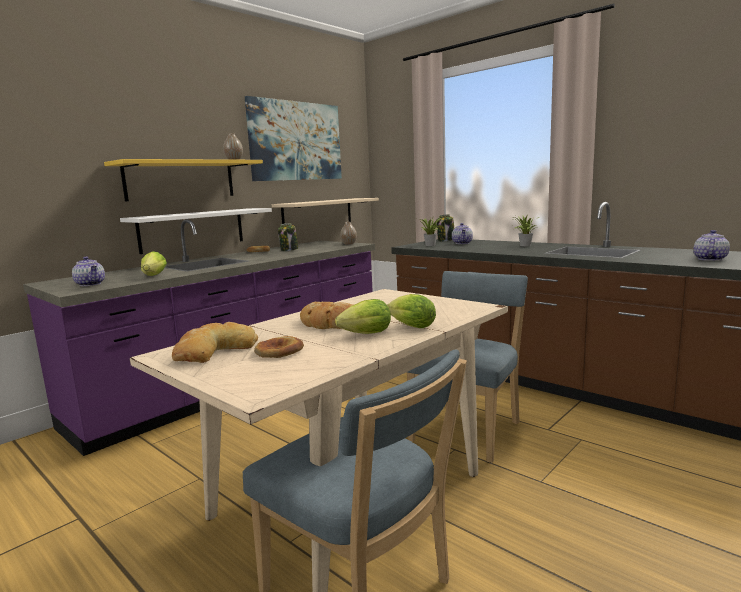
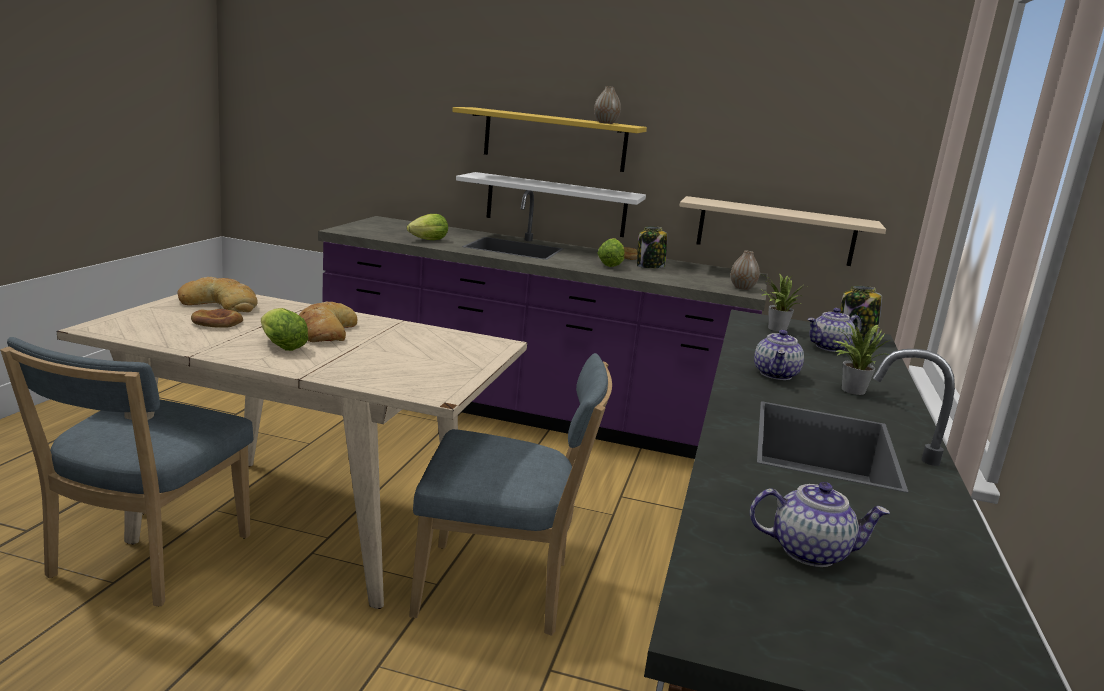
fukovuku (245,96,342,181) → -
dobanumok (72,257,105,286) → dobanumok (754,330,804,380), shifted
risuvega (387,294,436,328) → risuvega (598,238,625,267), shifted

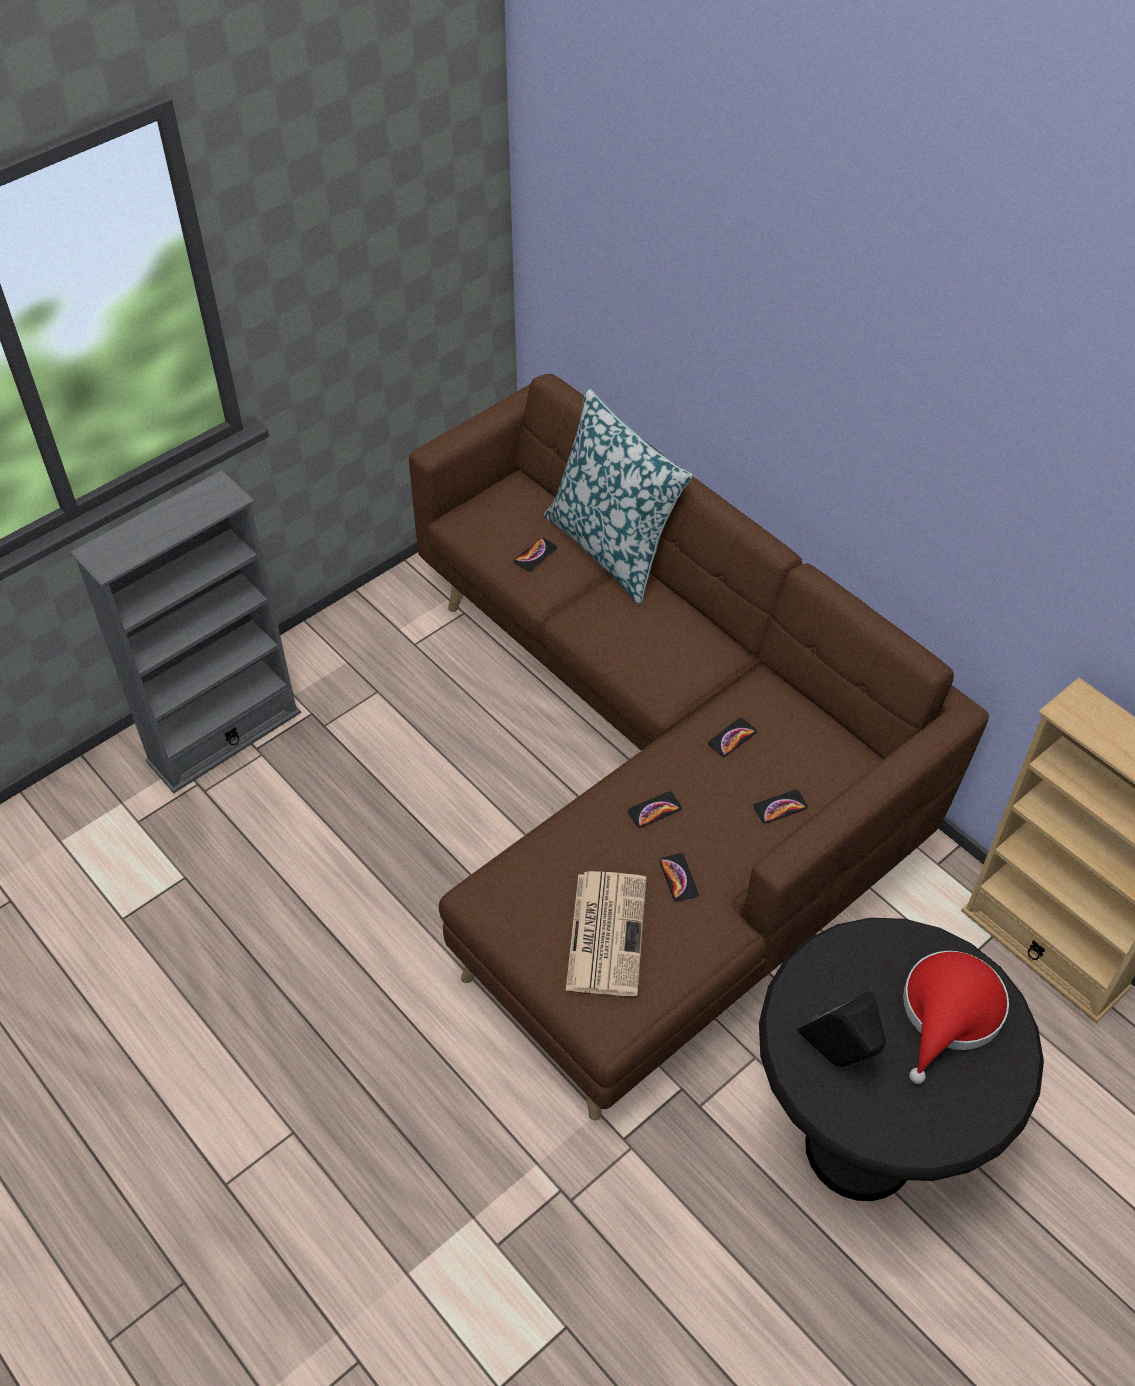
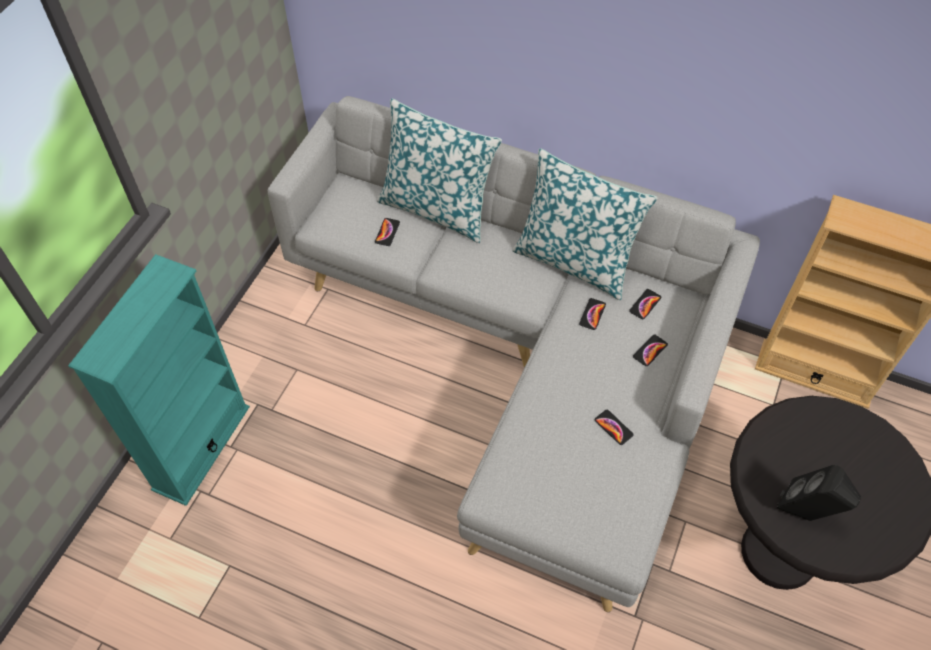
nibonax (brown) (409,374,989,1120) → nibonax (grey) (268,96,760,612)
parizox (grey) (70,470,301,793) → parizox (turquoise) (68,254,250,506)
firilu (628,791,682,828) → firilu (629,289,661,319), shifted
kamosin (566,871,647,996) → -
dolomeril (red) (903,951,1009,1084) → -
- → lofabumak (512,148,658,300)

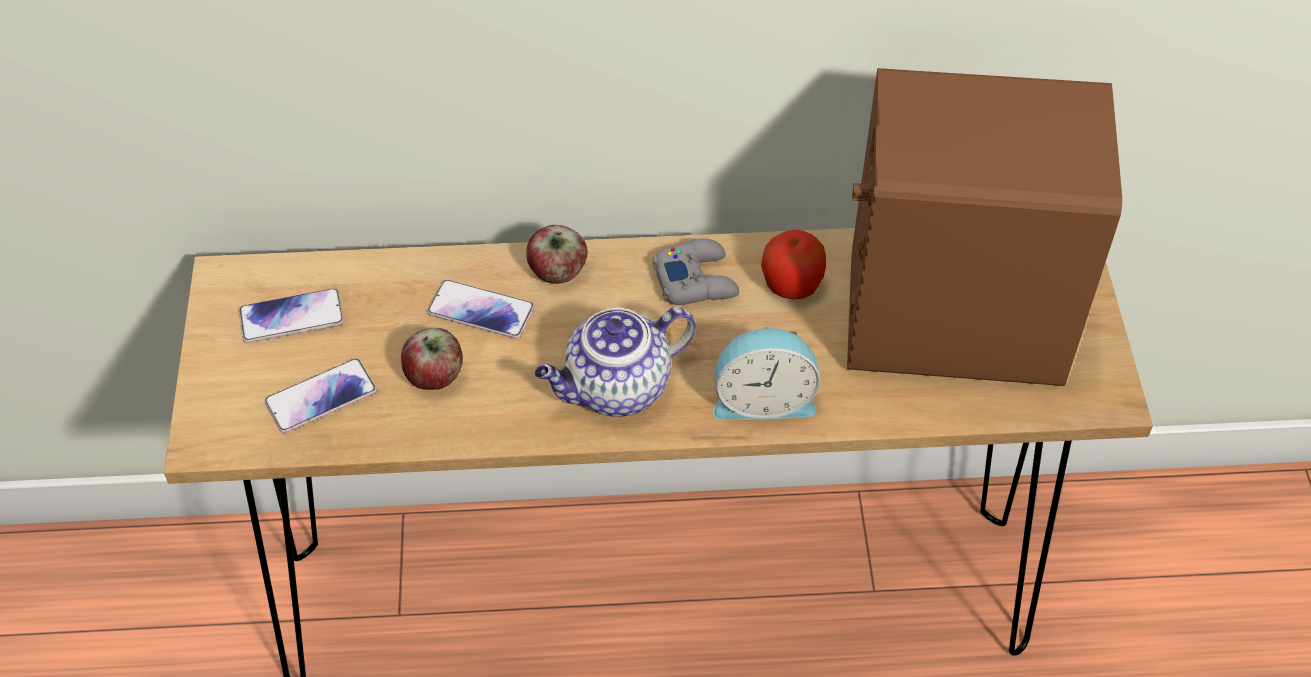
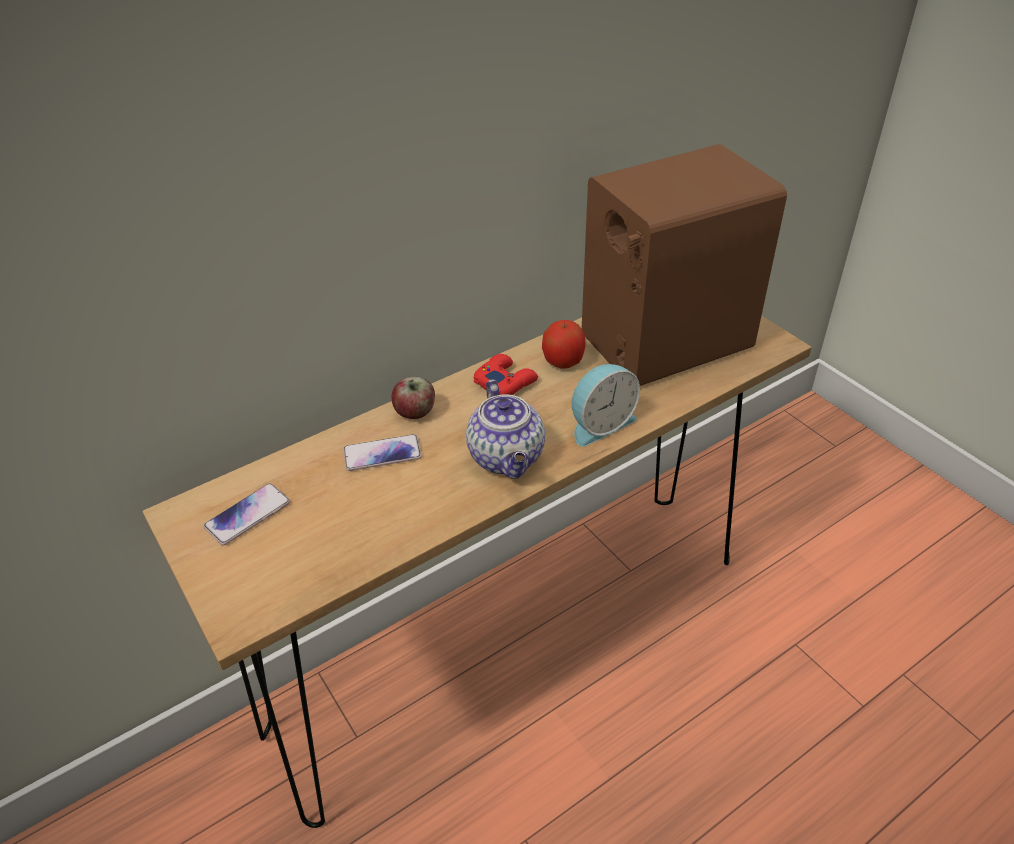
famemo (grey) (653,238,739,305) → famemo (red) (474,354,538,395)
dobanumok (535,307,696,417) → dobanumok (466,379,545,479), 45 degrees counterclockwise
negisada (401,328,463,390) → -
firilu (265,358,377,433) → -

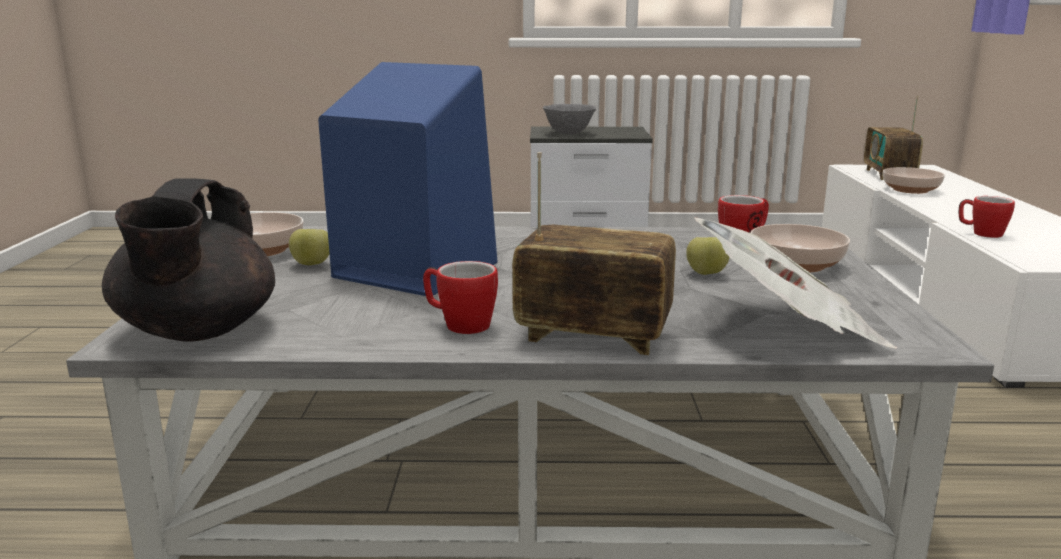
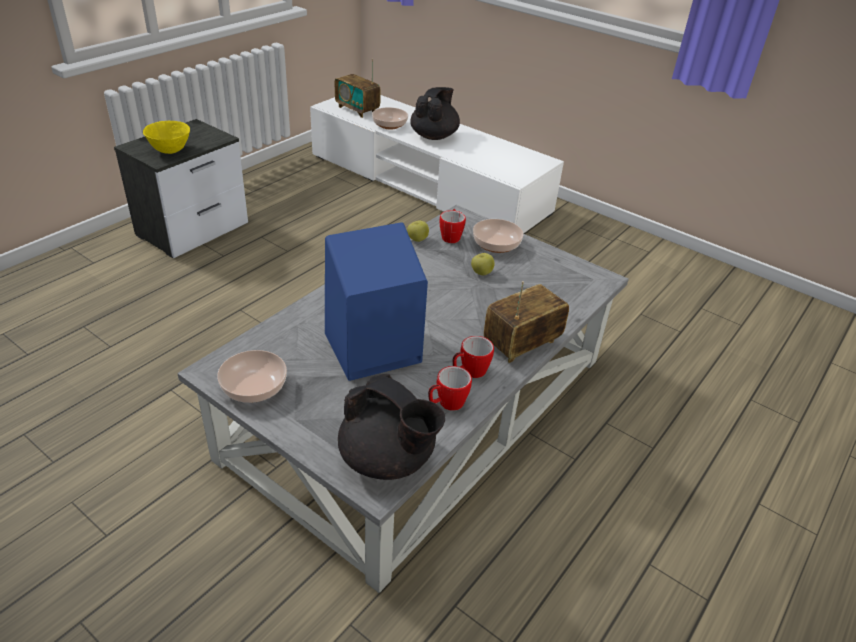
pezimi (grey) (543,104,596,134) → pezimi (yellow) (143,121,190,154)
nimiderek (959,196,1015,238) → nimiderek (428,366,472,411), shifted
kamosin (694,217,898,348) → -
negisada (289,229,329,265) → negisada (407,220,429,242), shifted
- → dobanumok (black) (410,87,460,140)

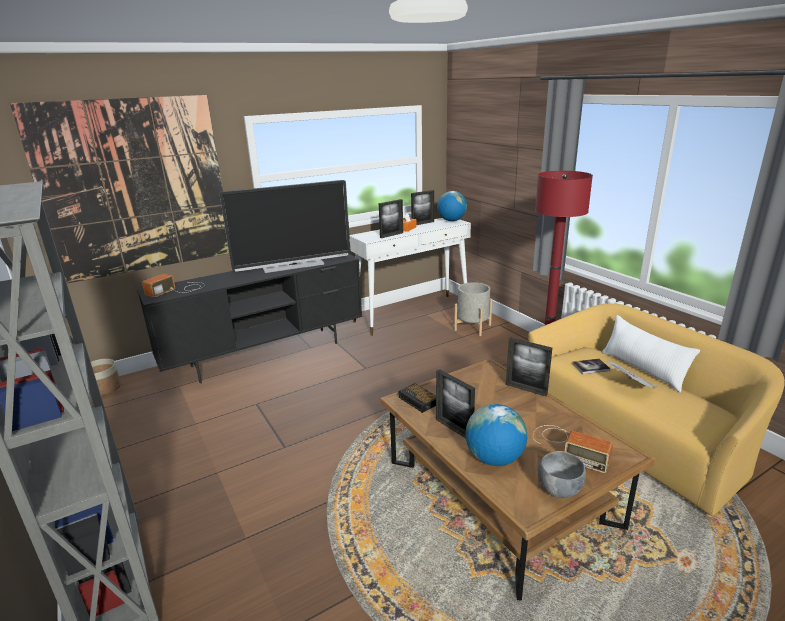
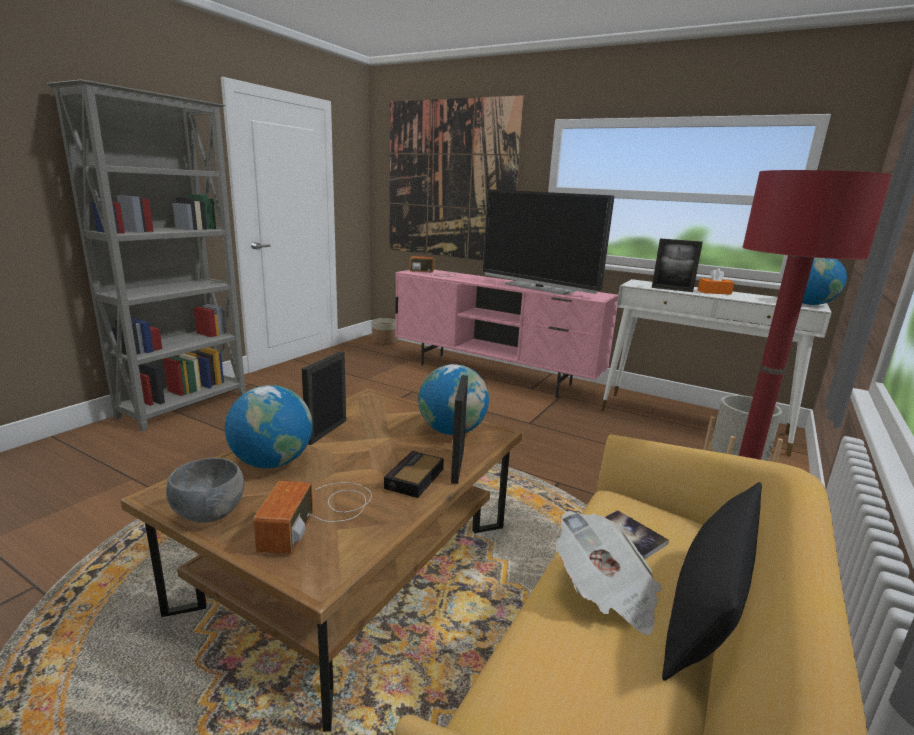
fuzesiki (411,190,434,225) → -
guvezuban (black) (137,253,362,384) → guvezuban (pink) (395,270,618,398)
lofabumak (white) (602,315,700,393) → lofabumak (black) (662,482,762,681)
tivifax (399,383,436,413) → tivifax (384,451,444,498), shifted
- → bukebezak (418,364,489,435)

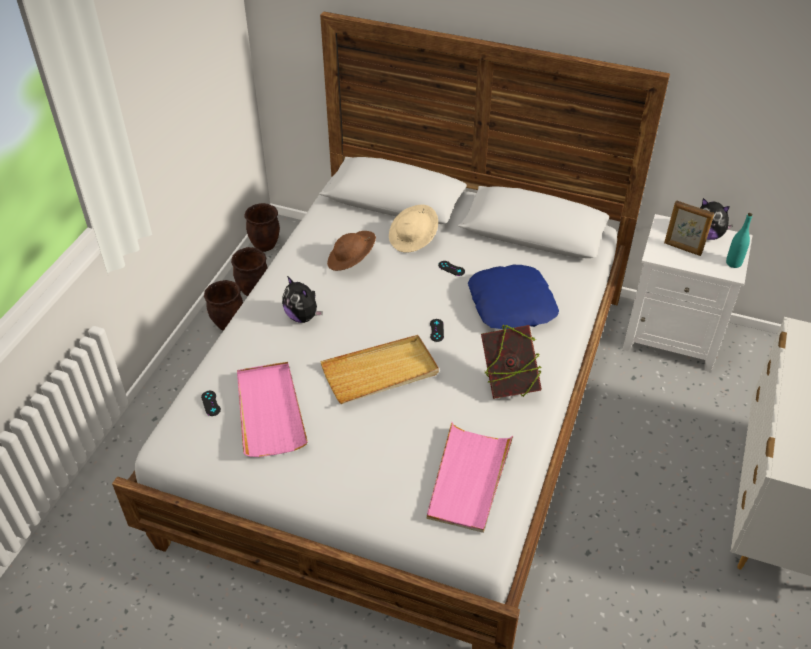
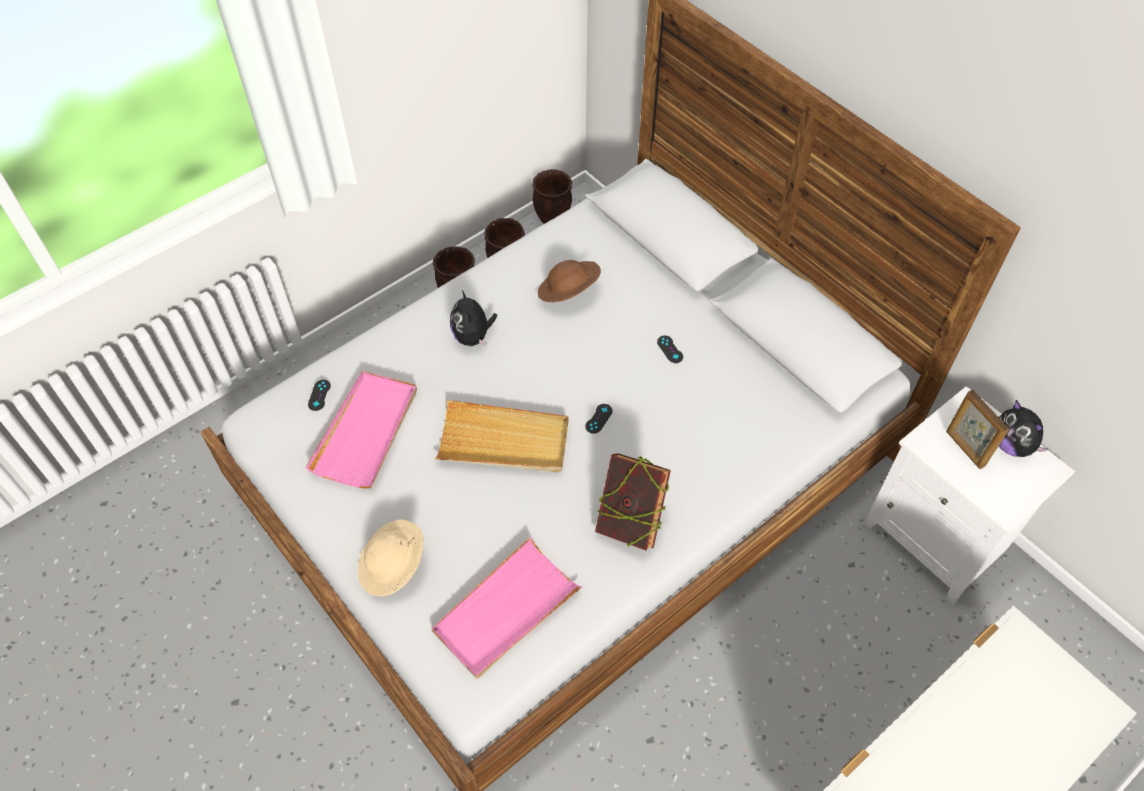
dolomeril (beige) (389,205,438,253) → dolomeril (beige) (358,520,424,596), shifted
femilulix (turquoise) (726,213,752,268) → -
lofabumak (blue) (468,265,559,329) → -

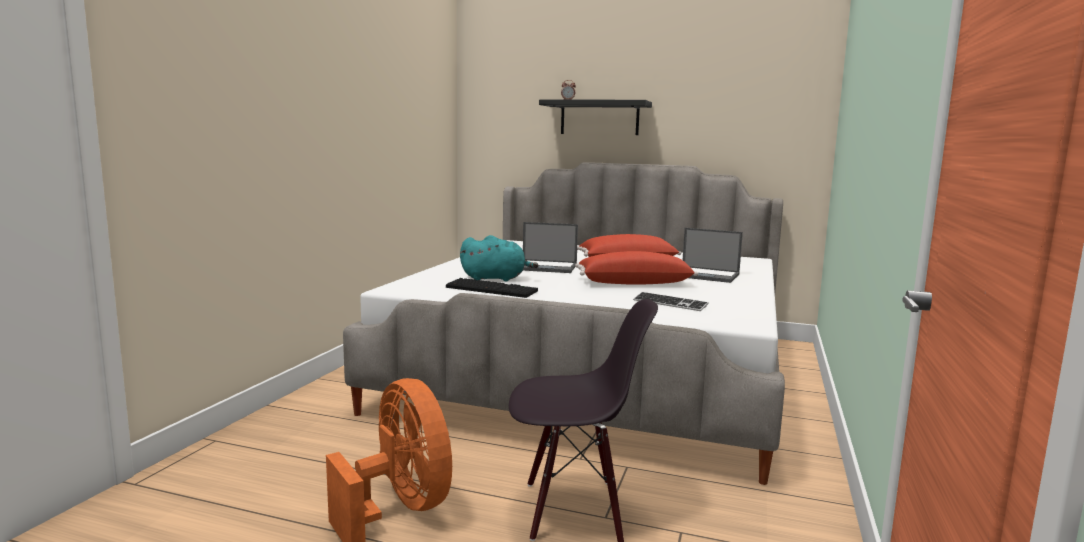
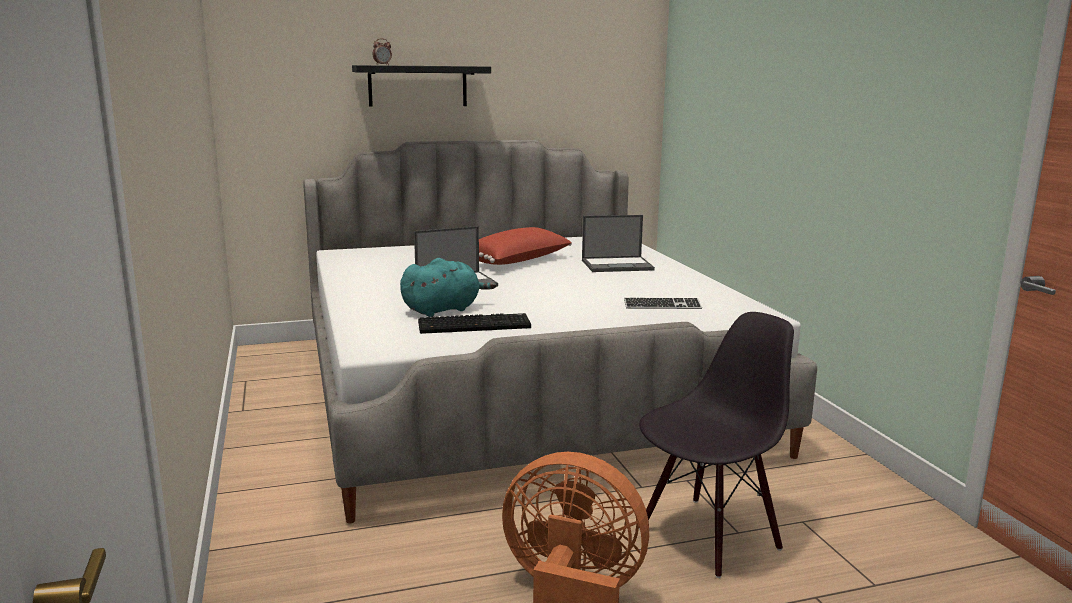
lofabumak (red) (575,251,698,285) → -

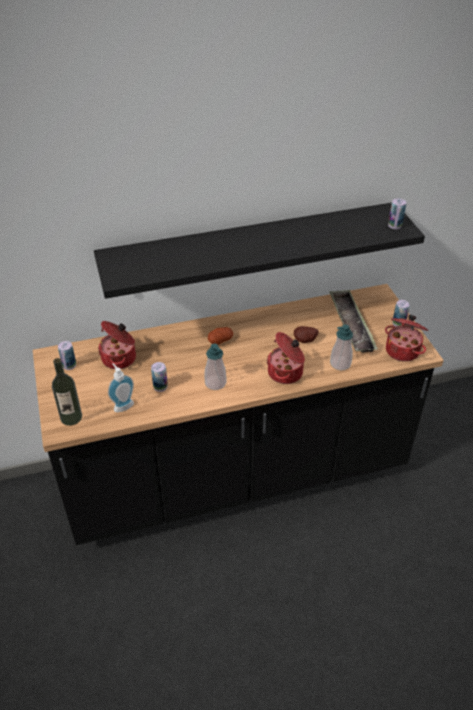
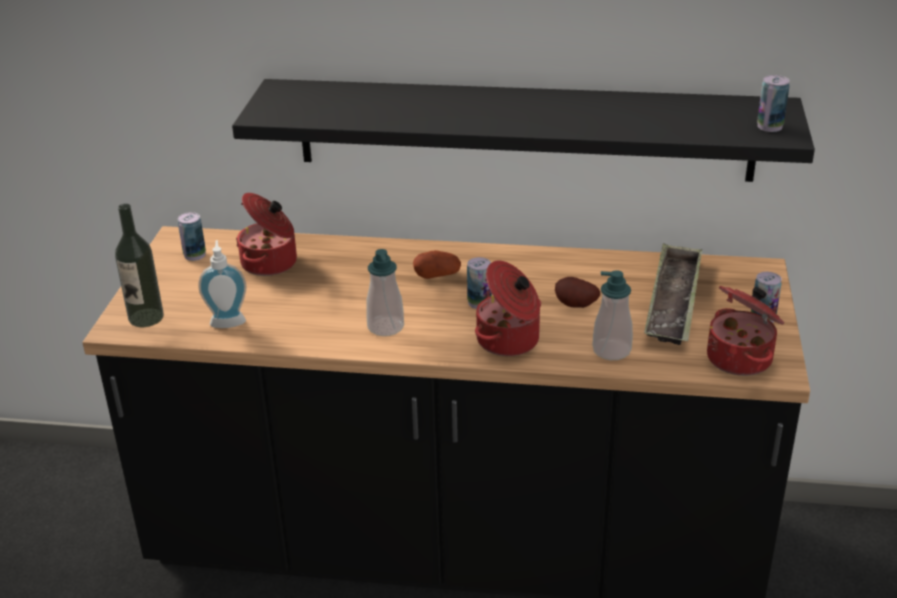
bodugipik (151,362,168,392) → bodugipik (467,257,492,309), shifted

